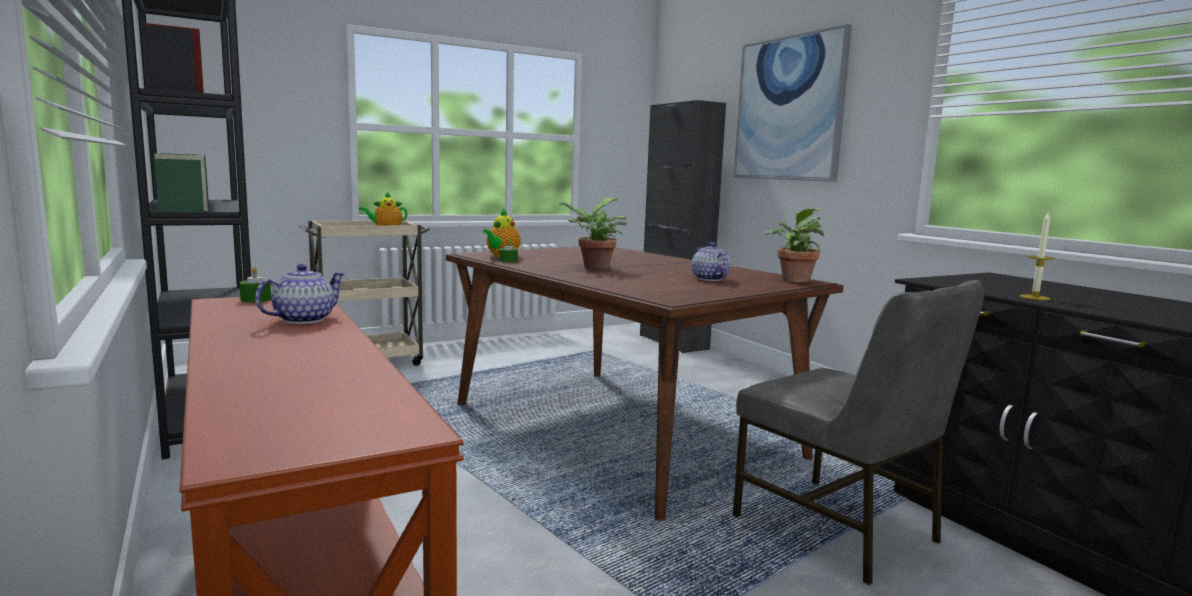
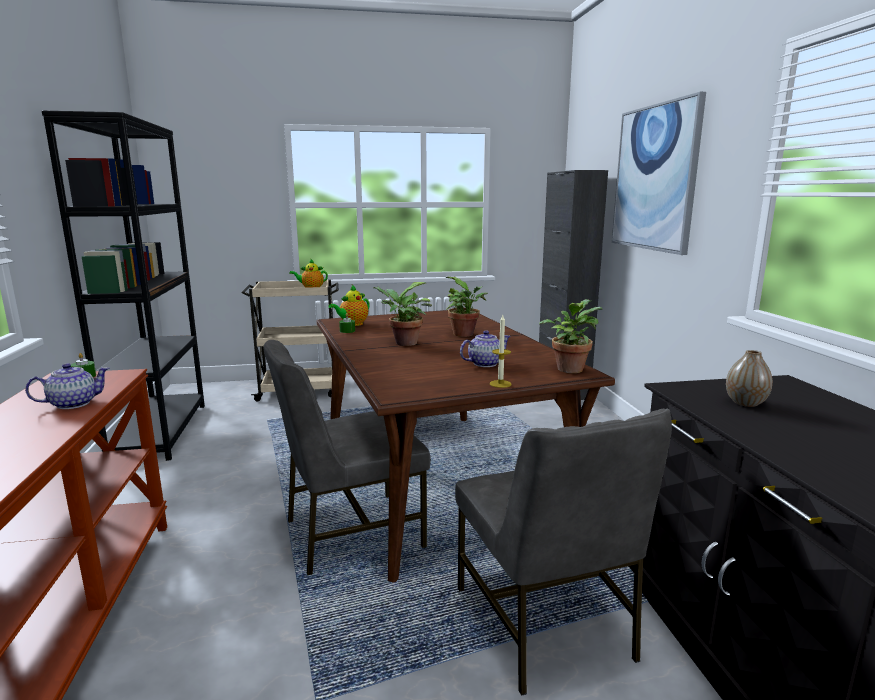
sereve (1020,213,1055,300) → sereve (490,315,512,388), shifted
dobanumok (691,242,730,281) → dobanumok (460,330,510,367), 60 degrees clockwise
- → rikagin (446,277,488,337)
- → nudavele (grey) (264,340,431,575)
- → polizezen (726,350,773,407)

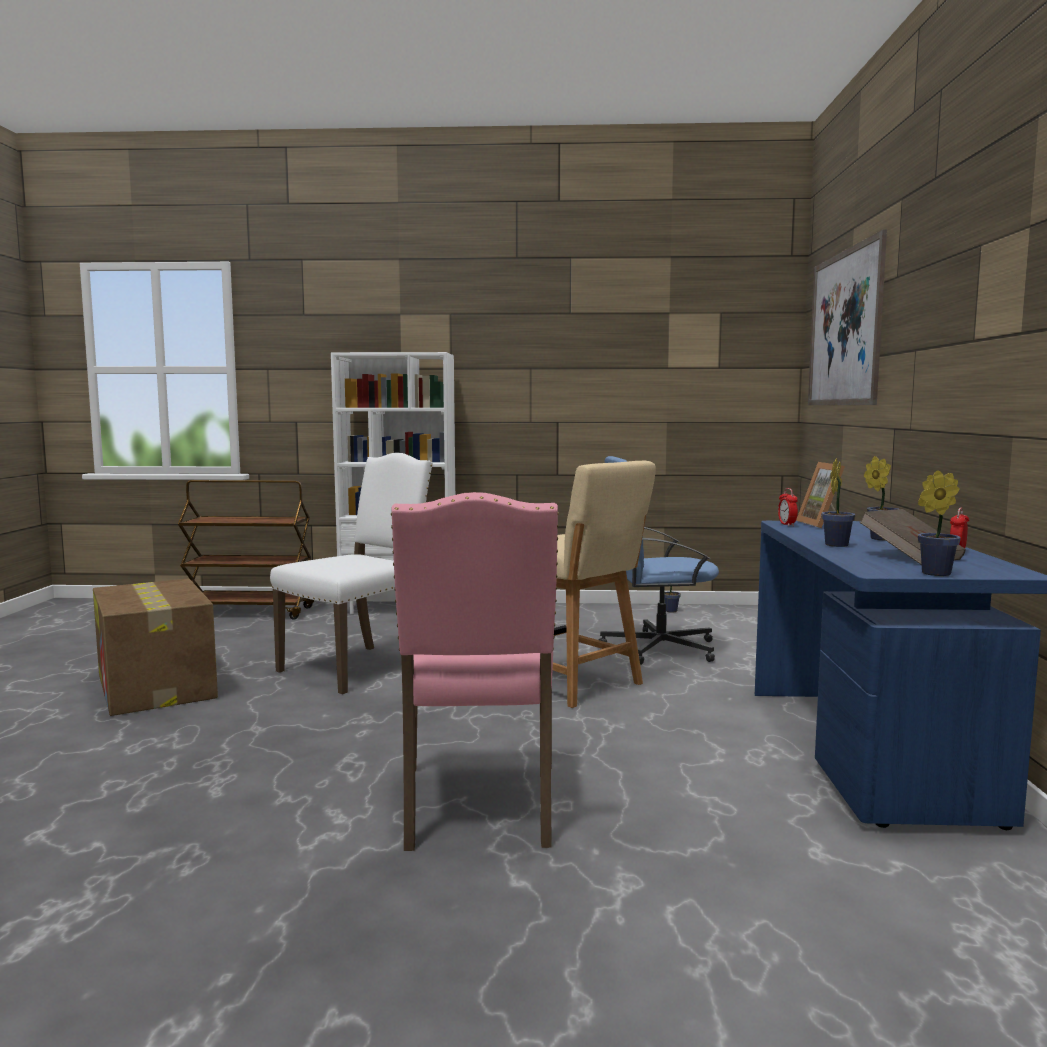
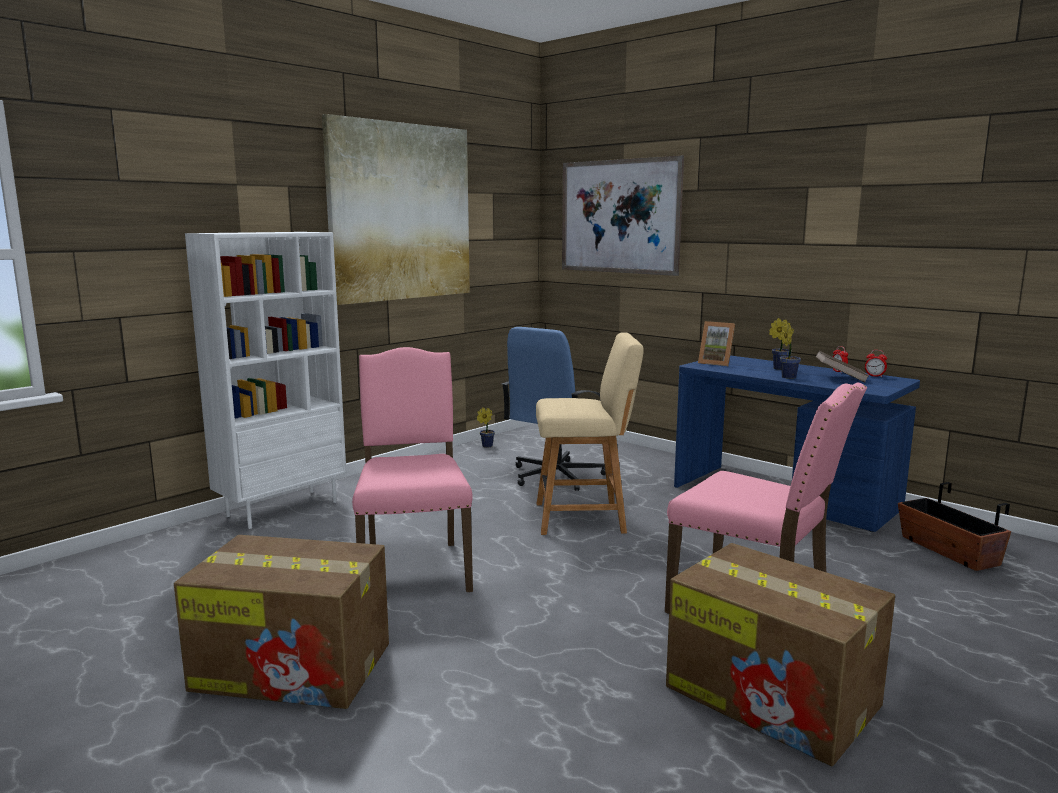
nudavele (white) (270,453,433,694) → nudavele (pink) (352,347,473,592)
rikagin (918,470,961,576) → -
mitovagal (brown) (178,480,314,620) → -
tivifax (778,488,798,526) → tivifax (865,350,887,377), shifted
- → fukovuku (322,114,470,305)
- → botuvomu (898,482,1011,571)
- → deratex (666,543,895,766)

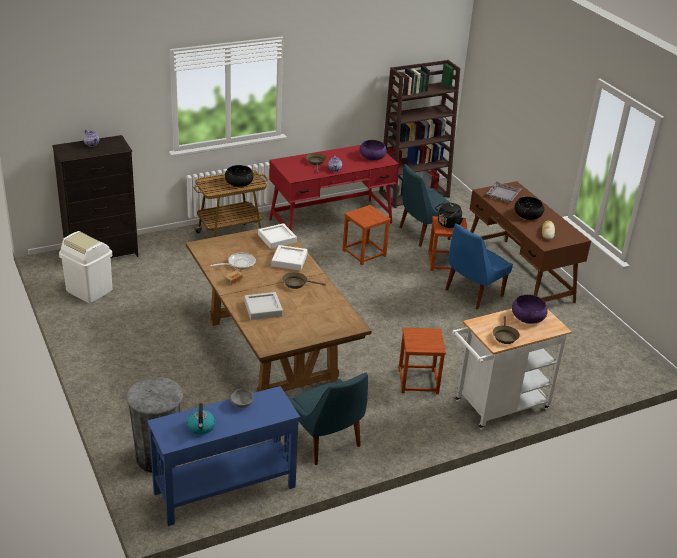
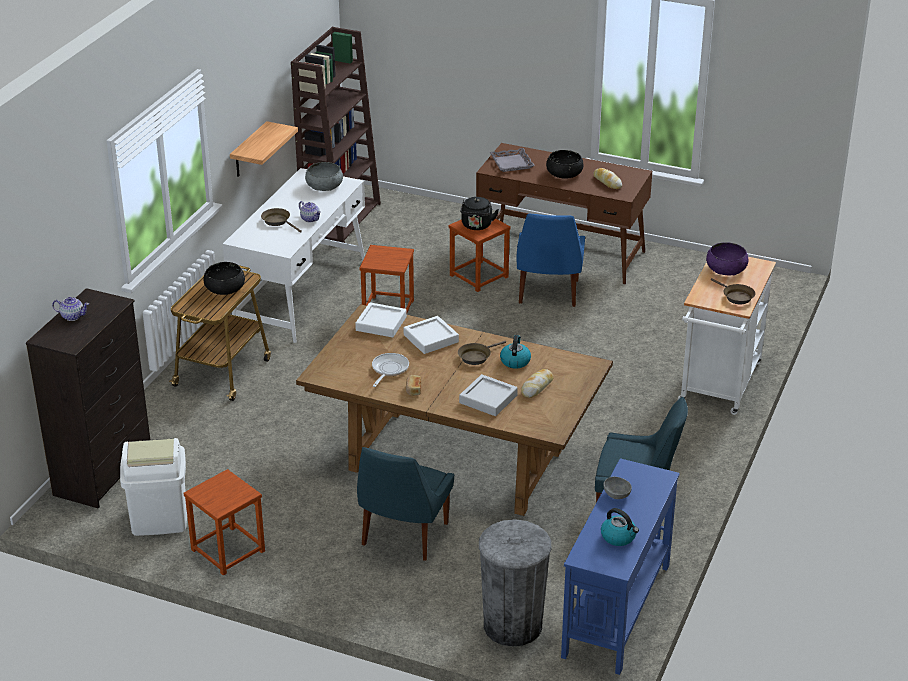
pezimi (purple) (360,140,387,160) → pezimi (grey) (305,162,343,191)
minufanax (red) (269,145,399,231) → minufanax (white) (223,168,365,343)
nudavele (blue) (399,164,451,247) → nudavele (blue) (357,447,454,560), shifted
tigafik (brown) (399,328,446,394) → tigafik (brown) (183,469,265,576), shifted
- → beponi (230,121,298,177)
- → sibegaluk (500,335,531,369)
- → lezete (521,369,554,398)

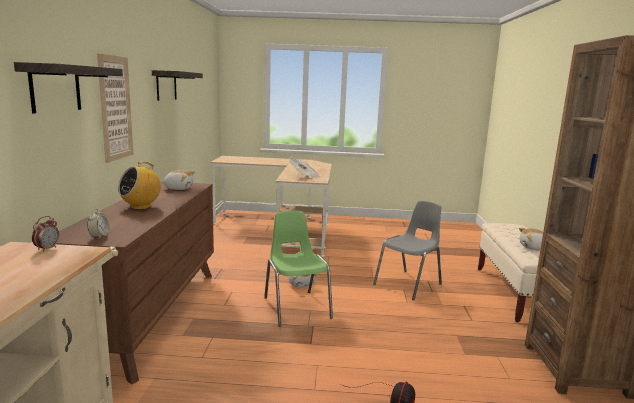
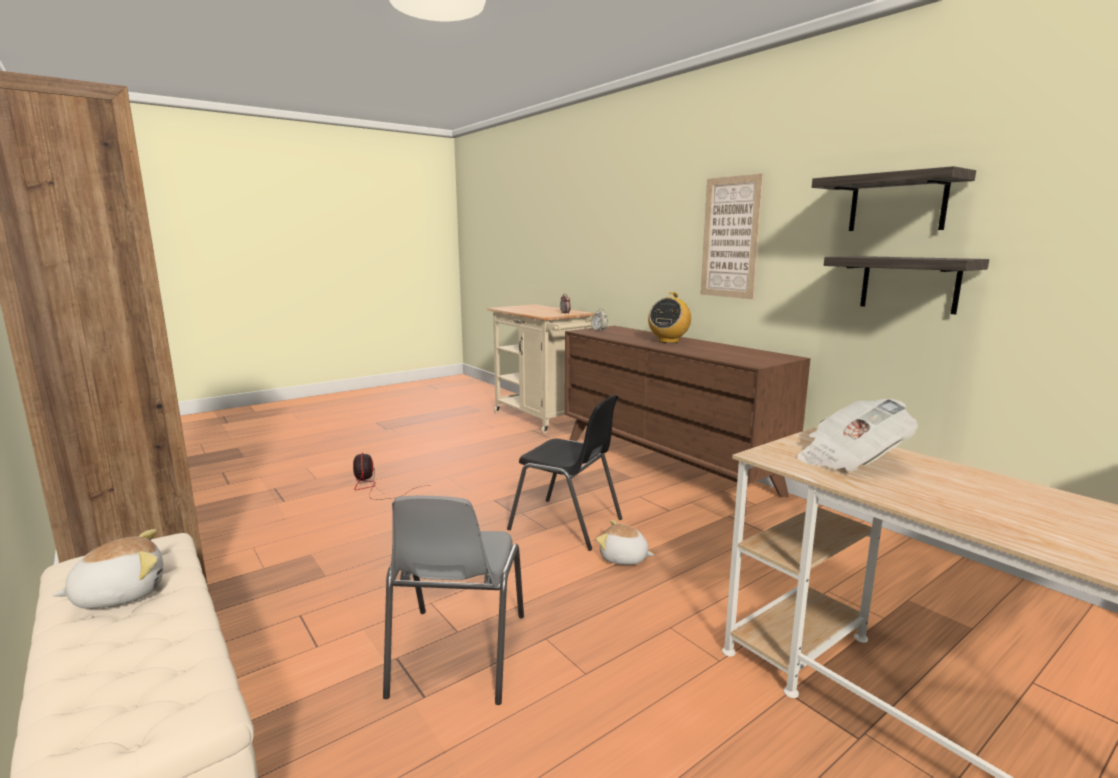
beponi (14,62,123,114) → beponi (824,256,989,315), shifted
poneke (118,162,161,210) → poneke (648,292,691,343), 150 degrees counterclockwise
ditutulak (161,170,195,190) → -
nudavele (green) (264,211,333,327) → nudavele (black) (507,395,622,551)

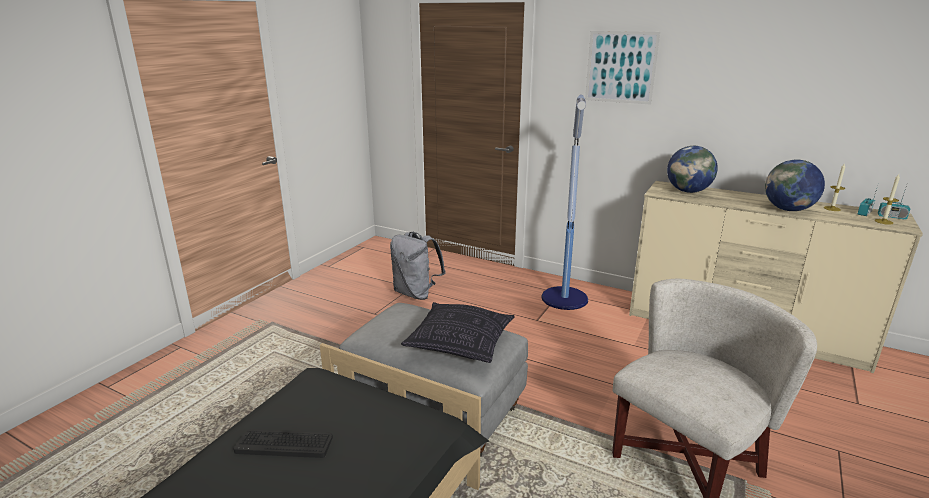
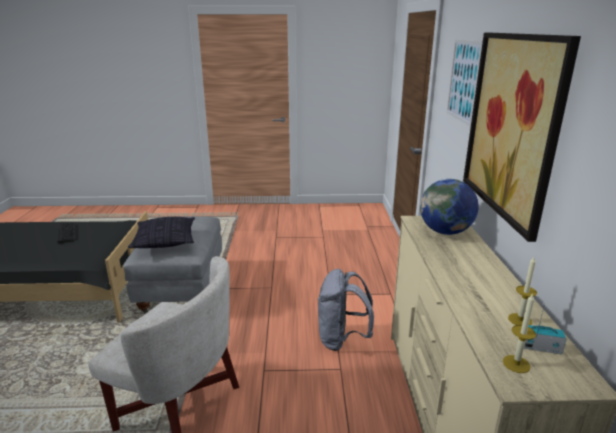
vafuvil (542,95,588,310) → -
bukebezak (765,160,825,211) → -
poneke (878,185,910,220) → -
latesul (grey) (390,232,446,300) → latesul (grey) (318,269,374,351), shifted
- → fukovuku (463,33,581,242)

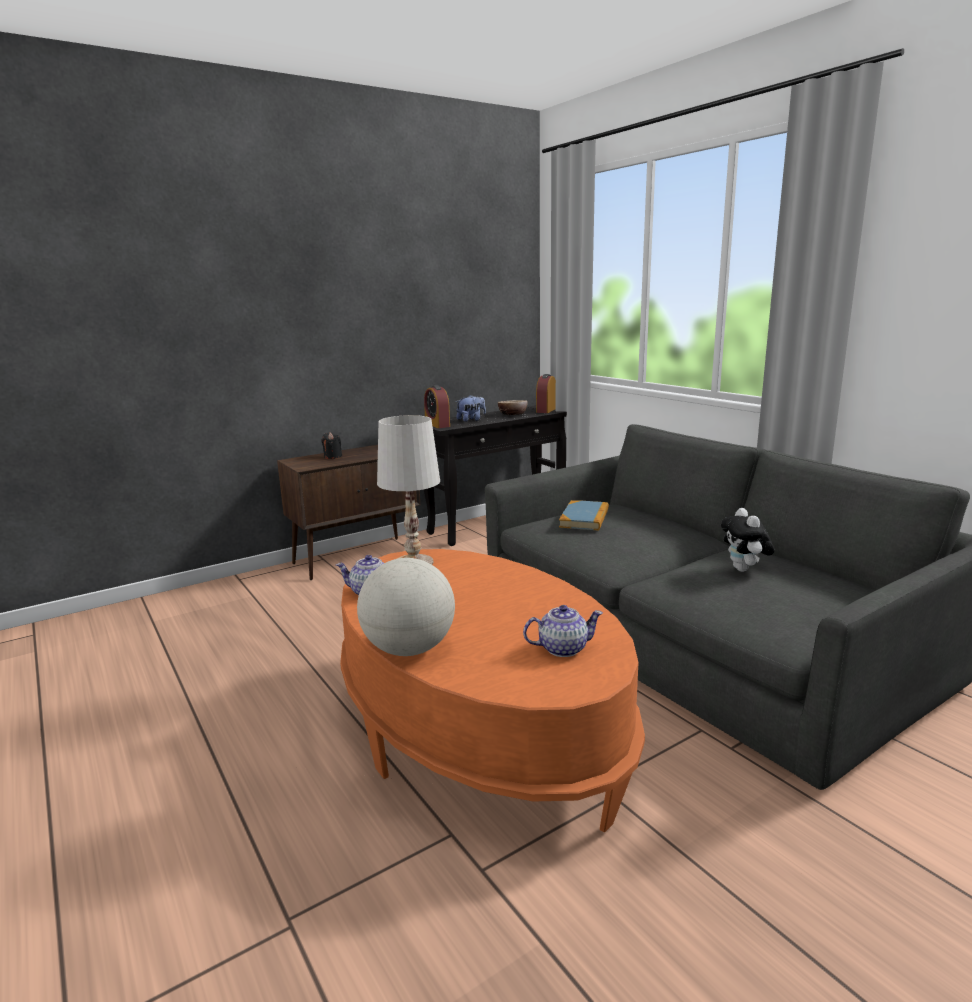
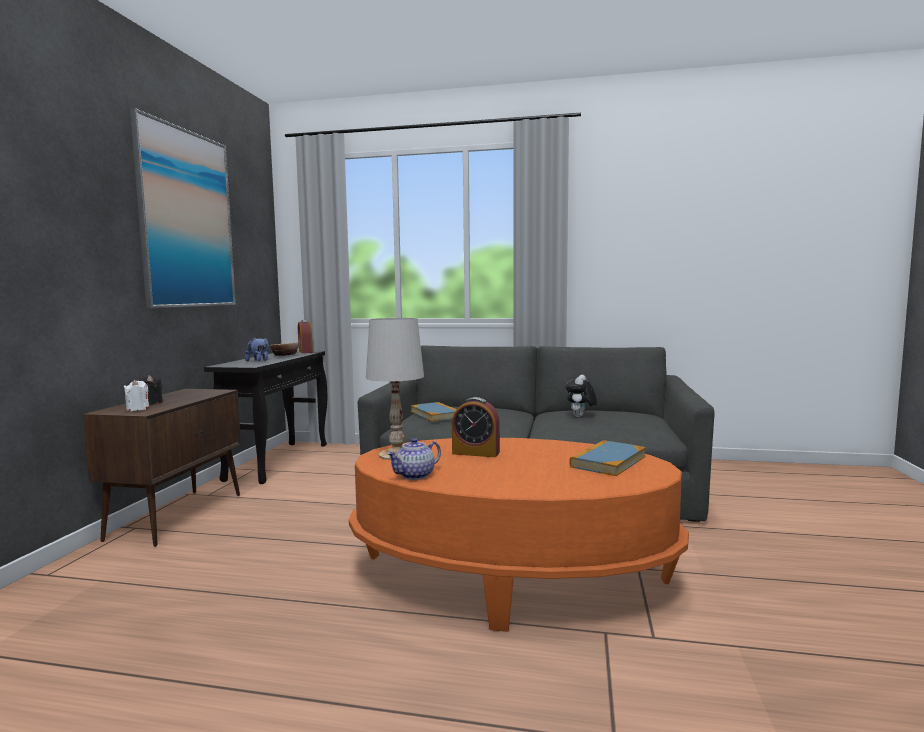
tivifax (424,385,450,428) → tivifax (452,397,500,457), shifted
ditutulak (721,508,774,572) → ditutulak (566,375,597,417), 75 degrees clockwise
bukebezak (357,558,455,656) → -
dobanumok (523,605,603,657) → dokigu (569,440,646,476)
- → fukovuku (130,108,236,308)
- → sereve (white) (124,380,149,411)

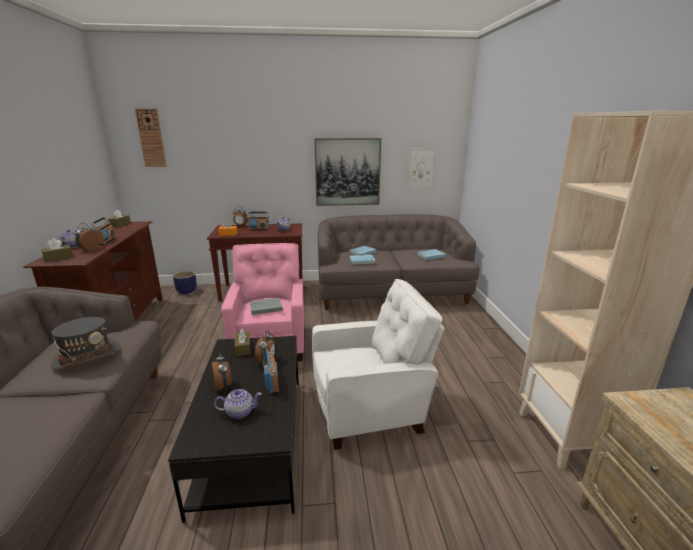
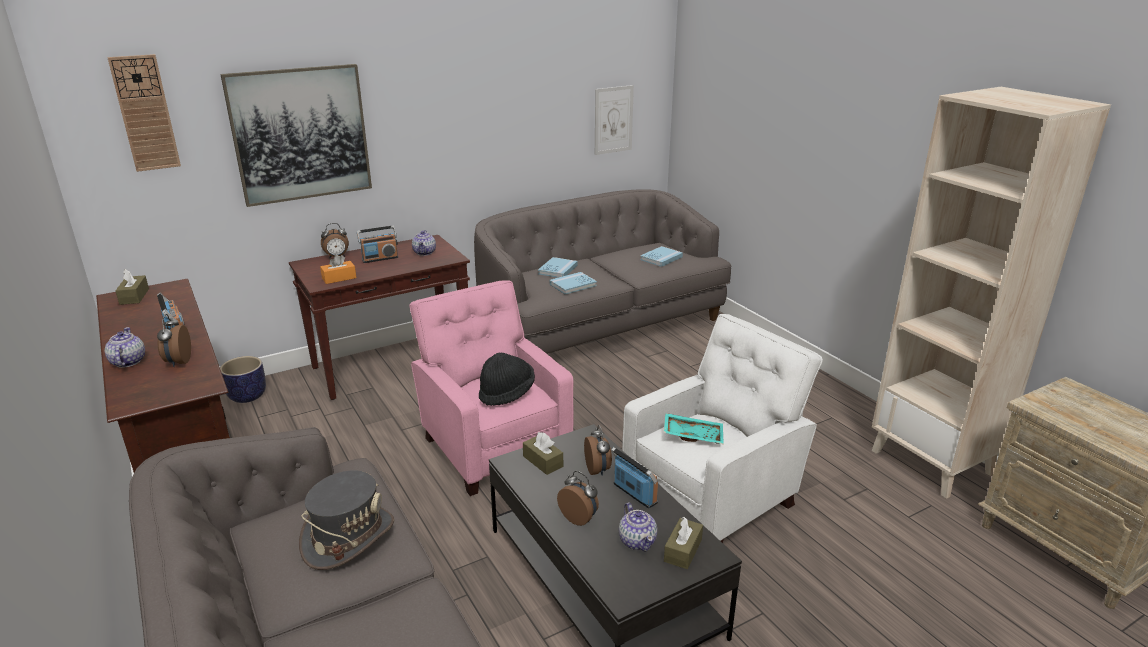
fukovuku (314,138,381,206) → fukovuku (220,64,372,207), shifted
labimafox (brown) (41,238,73,262) → labimafox (brown) (664,517,703,569), shifted
dokigu (grey) (250,298,283,315) → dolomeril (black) (479,352,535,406)
dobanumok (214,389,262,419) → dobanumok (619,502,657,551), 105 degrees clockwise
- → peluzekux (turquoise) (664,413,724,444)

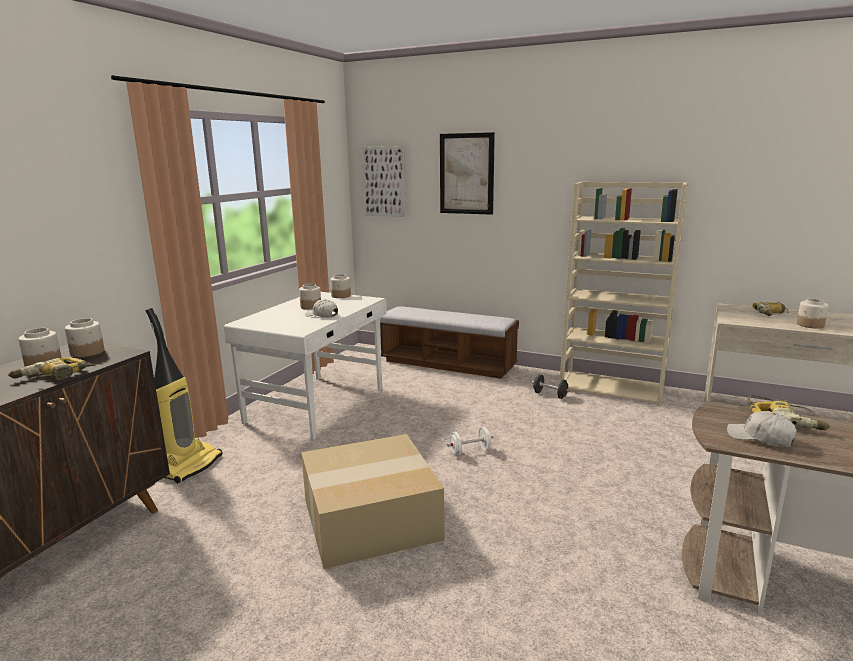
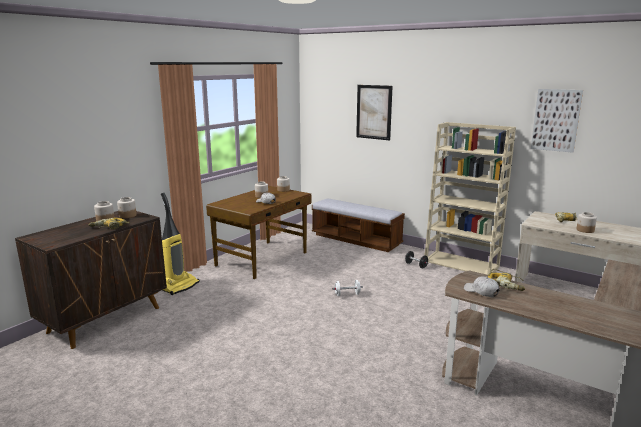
fukovuku (363,146,406,217) → fukovuku (531,89,583,153), shifted
minufanax (white) (224,292,387,440) → minufanax (brown) (206,186,311,279)
deratex (301,434,444,569) → -

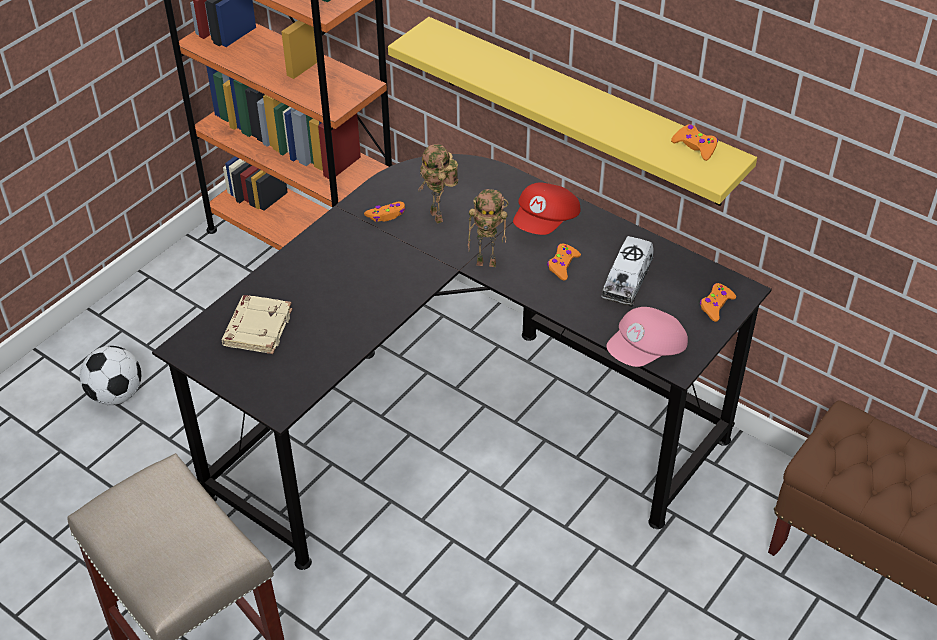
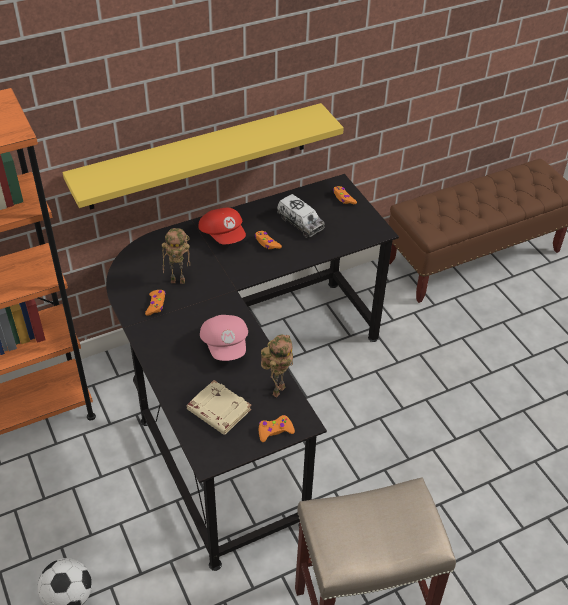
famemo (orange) (671,124,718,161) → famemo (orange) (259,415,295,442), shifted
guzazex (468,189,508,267) → guzazex (261,335,293,397), shifted
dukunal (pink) (606,307,688,367) → dukunal (pink) (200,315,248,361), shifted

